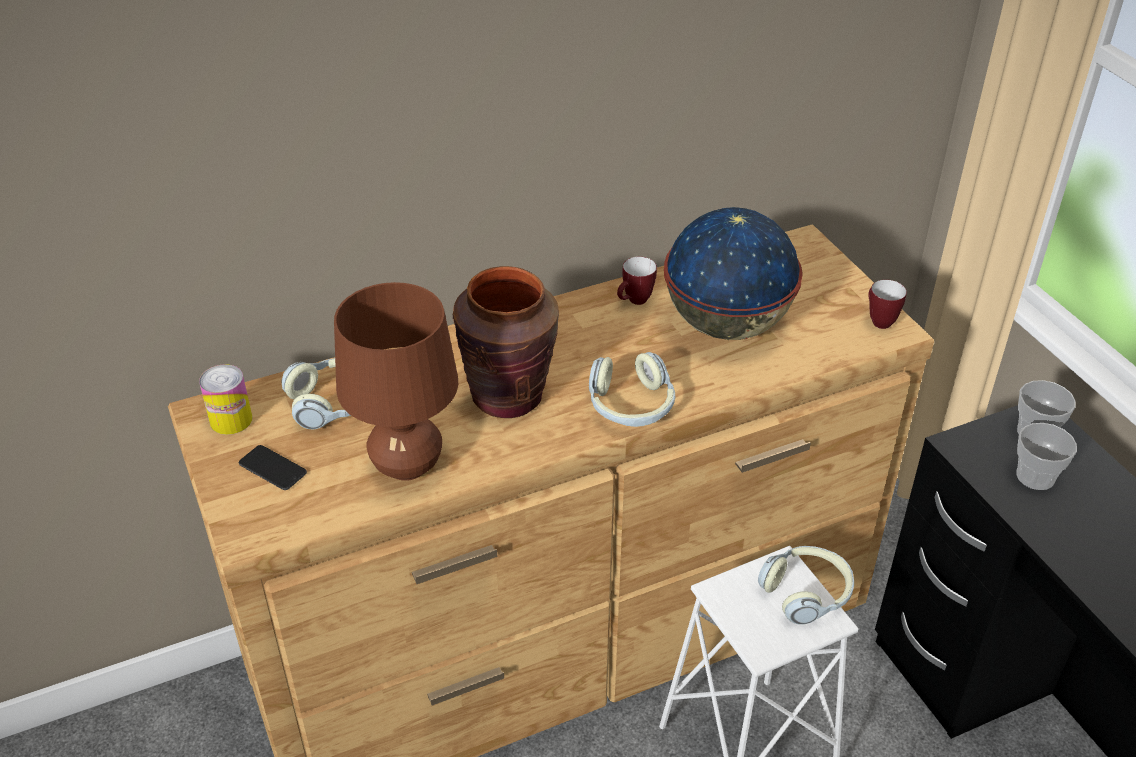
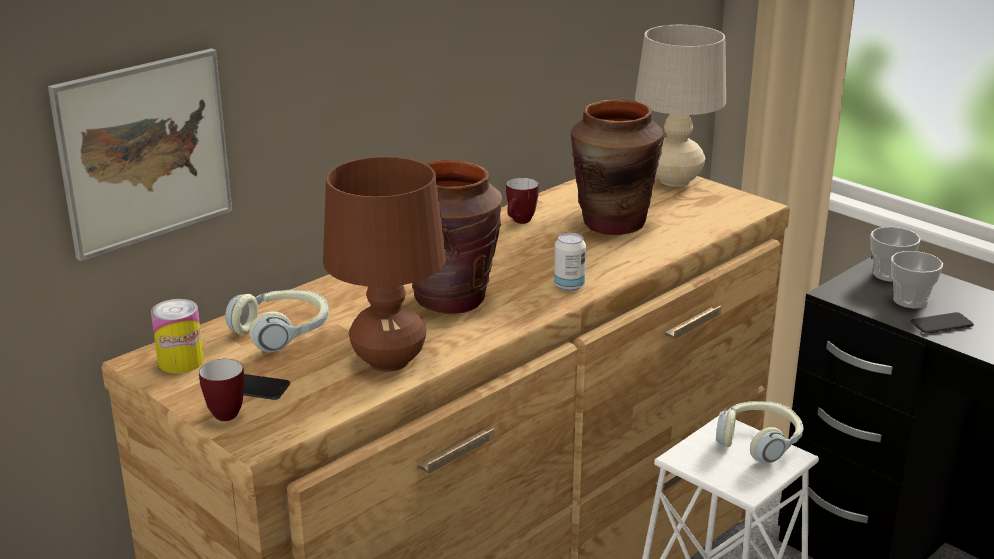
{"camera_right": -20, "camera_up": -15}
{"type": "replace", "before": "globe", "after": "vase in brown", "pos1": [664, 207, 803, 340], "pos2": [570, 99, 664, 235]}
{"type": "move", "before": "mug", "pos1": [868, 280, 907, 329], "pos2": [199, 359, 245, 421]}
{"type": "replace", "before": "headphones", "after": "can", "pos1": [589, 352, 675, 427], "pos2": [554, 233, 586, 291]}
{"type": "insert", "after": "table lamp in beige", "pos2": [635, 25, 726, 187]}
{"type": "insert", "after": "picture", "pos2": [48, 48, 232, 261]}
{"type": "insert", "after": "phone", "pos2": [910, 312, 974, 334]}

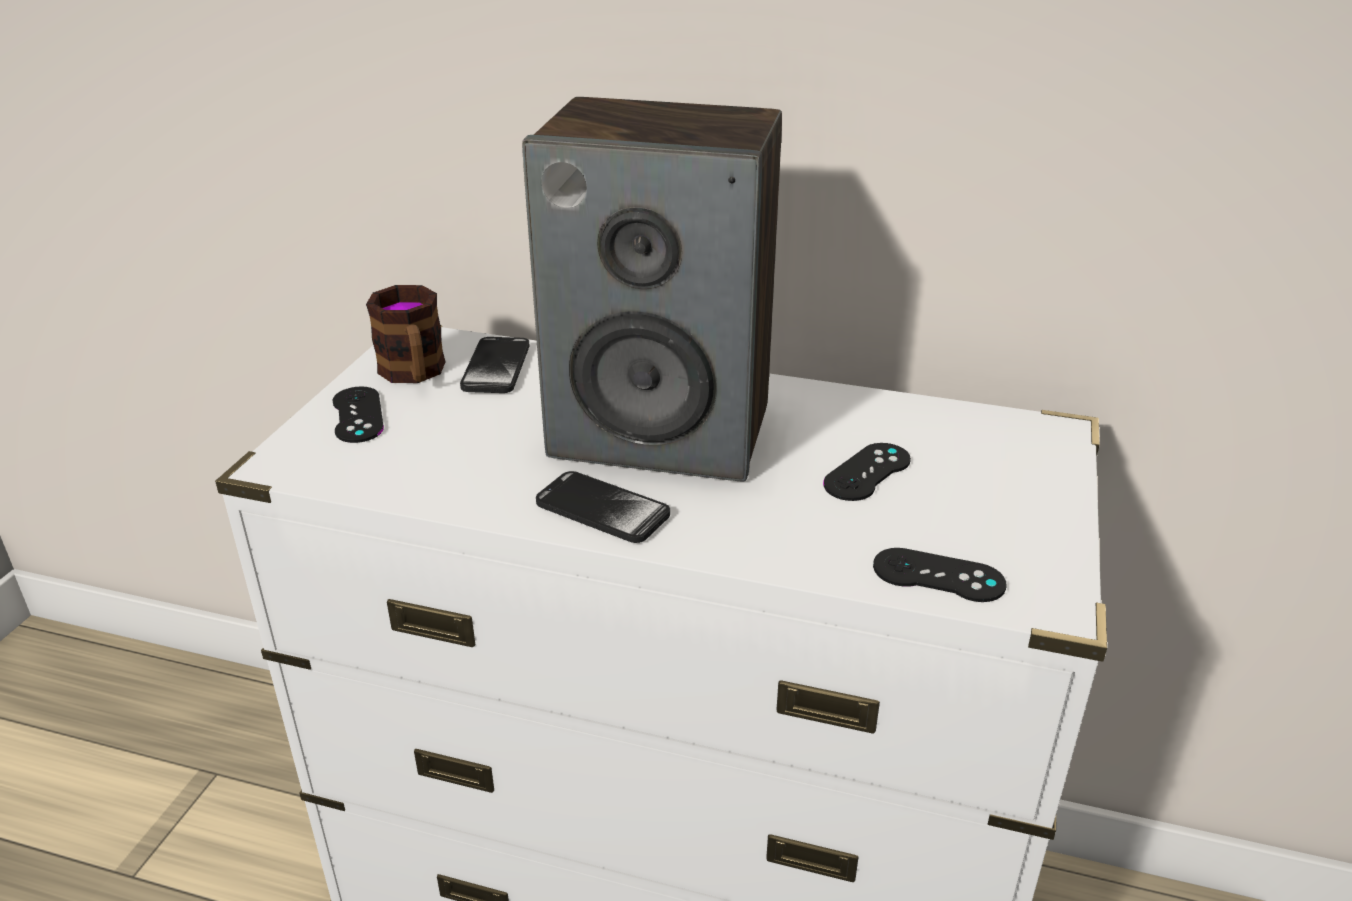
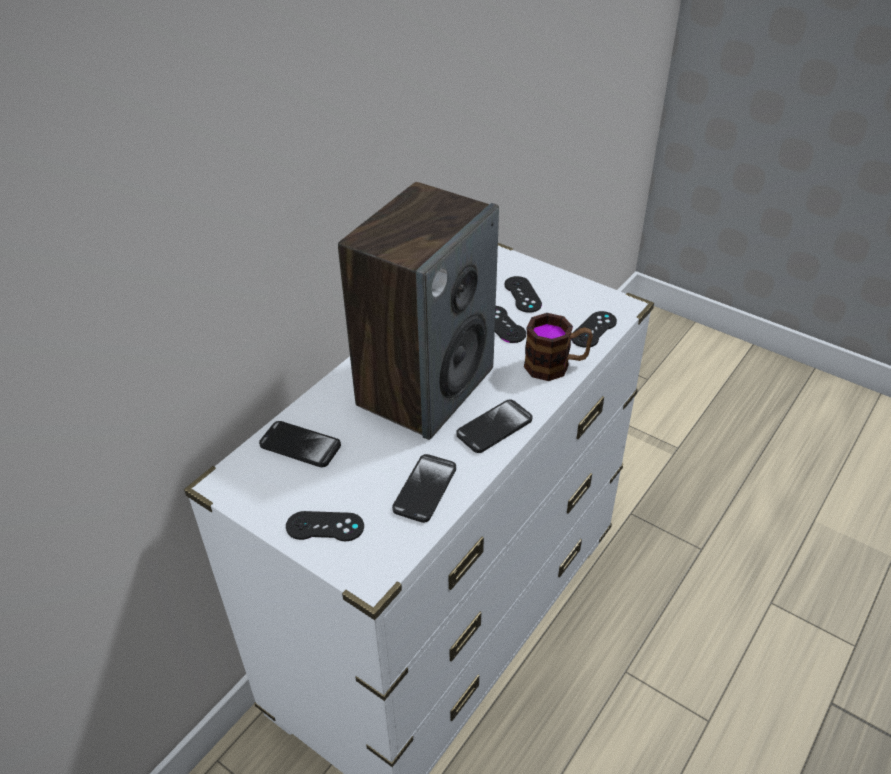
{"camera_right": -70, "camera_up": 10}
{"type": "move", "before": "mug", "pos1": [366, 285, 446, 383], "pos2": [524, 313, 593, 381]}
{"type": "insert", "after": "game controller in black", "pos2": [504, 276, 542, 313]}
{"type": "insert", "after": "phone", "pos2": [392, 454, 456, 523]}

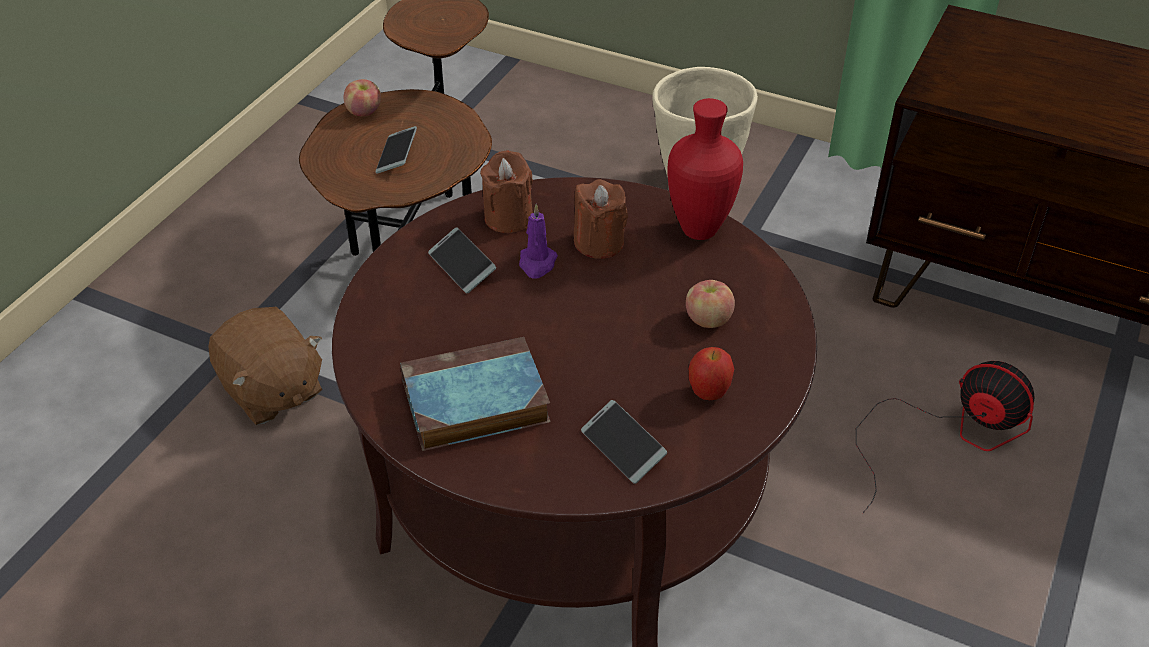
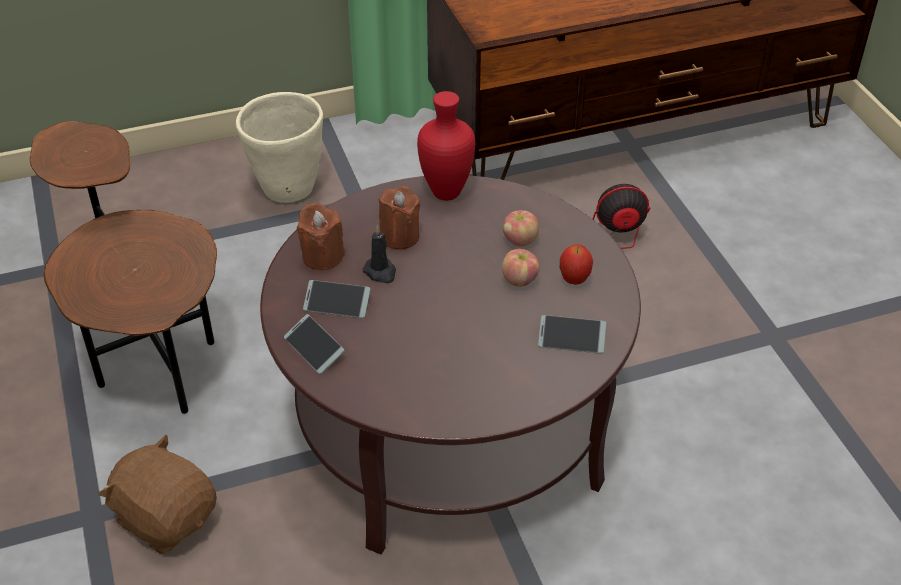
{"camera_right": -45, "camera_up": 0}
{"type": "move", "before": "apple", "pos1": [344, 79, 381, 117], "pos2": [502, 249, 540, 287]}
{"type": "move", "before": "phone", "pos1": [376, 126, 417, 174], "pos2": [284, 314, 345, 374]}
{"type": "recolor", "before": "candle in purple", "after": "candle in black", "pos1": [519, 204, 558, 279], "pos2": [363, 225, 396, 283]}
{"type": "rotate", "before": "plush toy in brown", "pos1": [208, 306, 322, 425], "pos2": [99, 435, 217, 554], "turn": -150}
{"type": "delete", "before": "book", "pos1": [400, 337, 551, 451]}

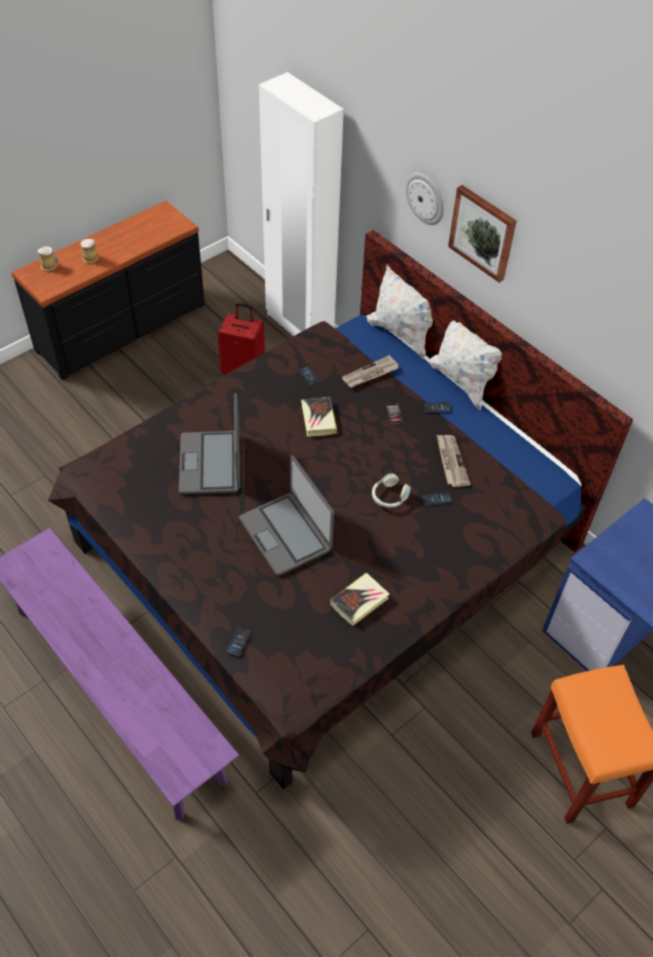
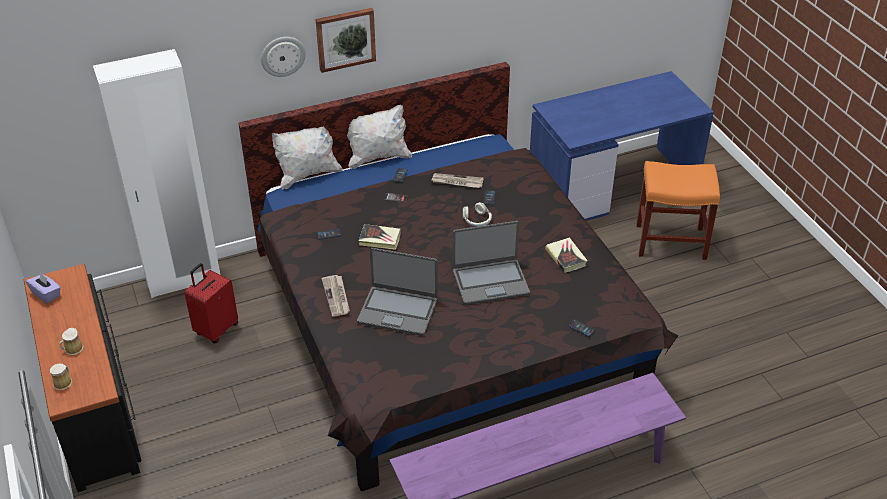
{"camera_right": -70, "camera_up": -10}
{"type": "move", "before": "newspaper", "pos1": [342, 355, 399, 388], "pos2": [321, 275, 350, 317]}
{"type": "insert", "after": "tissue box in purple", "pos2": [26, 273, 61, 304]}

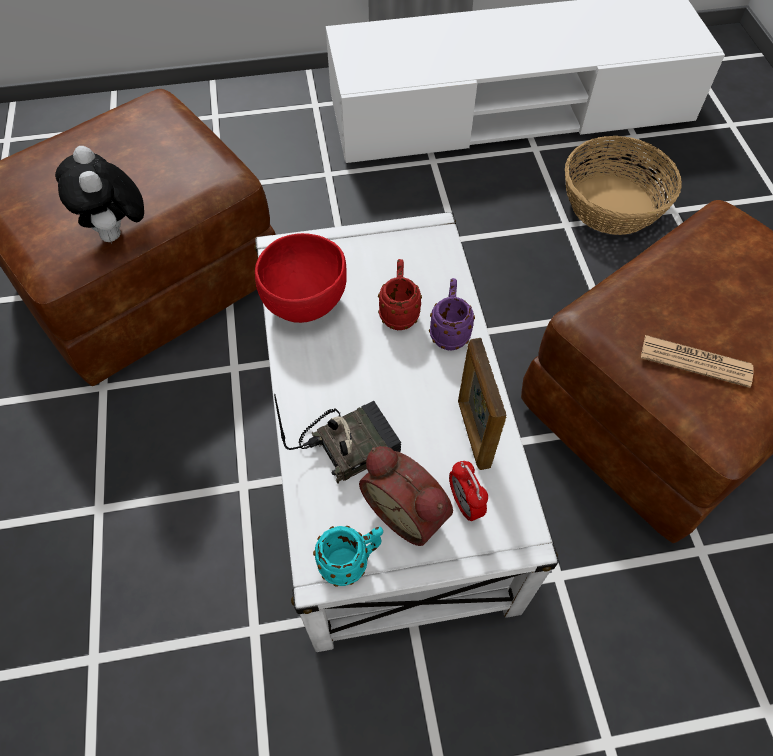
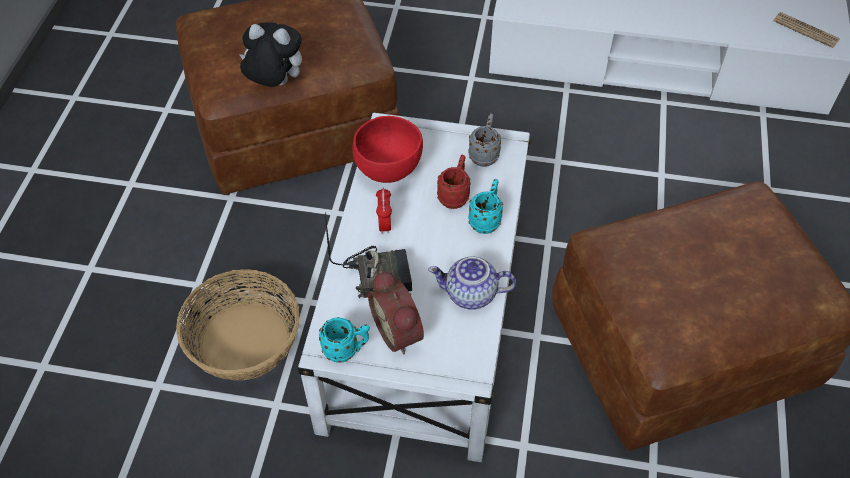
{"camera_right": 20, "camera_up": -5}
{"type": "move", "before": "basket", "pos1": [565, 136, 682, 235], "pos2": [176, 269, 299, 381]}
{"type": "rotate", "before": "plush toy", "pos1": [55, 146, 144, 244], "pos2": [239, 22, 302, 87], "turn": 105}
{"type": "recolor", "before": "mug in purple", "after": "mug in turquoise", "pos1": [429, 278, 475, 350], "pos2": [468, 179, 503, 234]}
{"type": "move", "before": "newspaper", "pos1": [641, 335, 754, 388], "pos2": [773, 12, 840, 48]}
{"type": "replace", "before": "picture frame", "after": "teapot", "pos1": [458, 338, 506, 470], "pos2": [428, 256, 516, 310]}
{"type": "move", "before": "alarm clock", "pos1": [449, 461, 488, 521], "pos2": [376, 187, 392, 234]}
{"type": "insert", "after": "mug in grey", "pos2": [468, 113, 501, 167]}

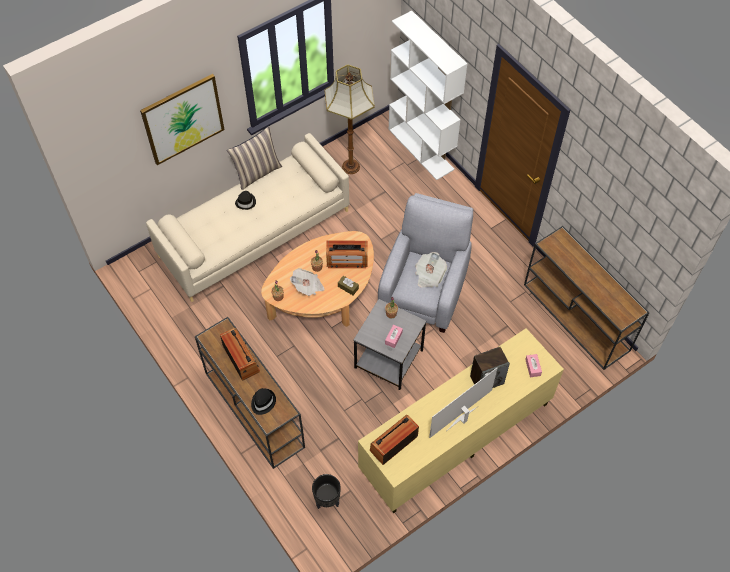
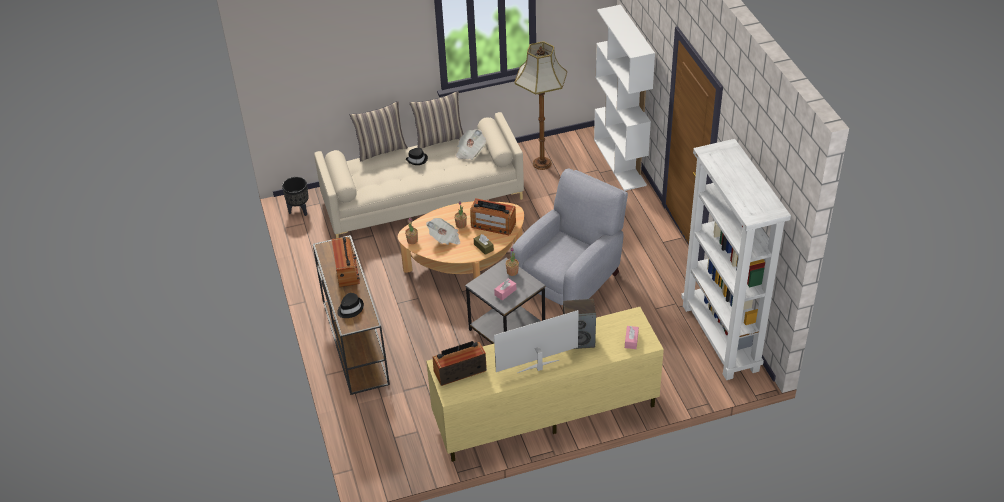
{"camera_right": 20, "camera_up": -15}
{"type": "delete", "before": "picture", "pos1": [140, 74, 224, 165]}
{"type": "replace", "before": "console table in brown", "after": "bookcase in white", "pos1": [524, 226, 649, 370], "pos2": [681, 139, 791, 380]}
{"type": "move", "before": "newspaper", "pos1": [415, 252, 447, 287], "pos2": [456, 129, 486, 160]}
{"type": "move", "before": "planter in black", "pos1": [312, 474, 341, 509], "pos2": [282, 177, 309, 216]}
{"type": "insert", "after": "pillow", "pos2": [350, 101, 408, 161]}

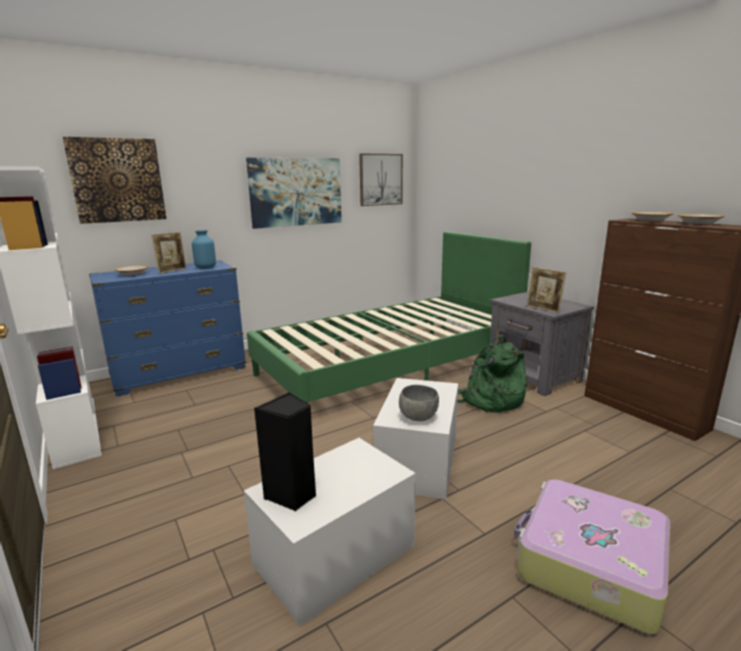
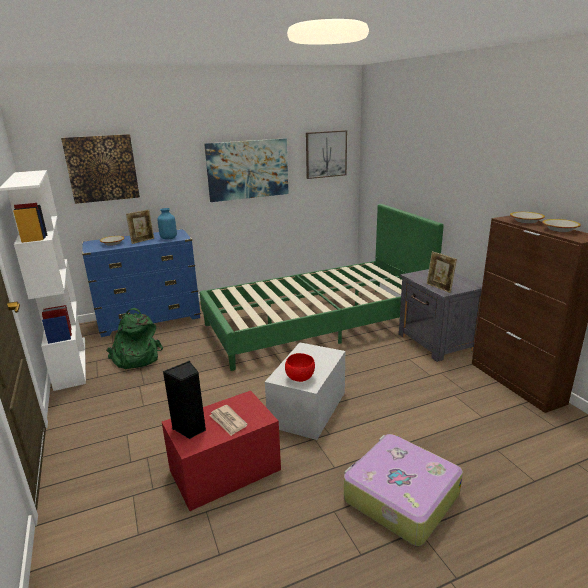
{"camera_right": 10, "camera_up": 5}
{"type": "move", "before": "backpack in green", "pos1": [458, 335, 527, 413], "pos2": [106, 308, 163, 369]}
{"type": "recolor", "before": "bowl in grey", "after": "bowl in red", "pos1": [399, 385, 439, 421], "pos2": [285, 353, 315, 382]}
{"type": "recolor", "before": "storage box in white", "after": "storage box in red", "pos1": [244, 438, 416, 626], "pos2": [162, 391, 281, 511]}
{"type": "insert", "after": "newspaper", "pos2": [209, 405, 248, 436]}

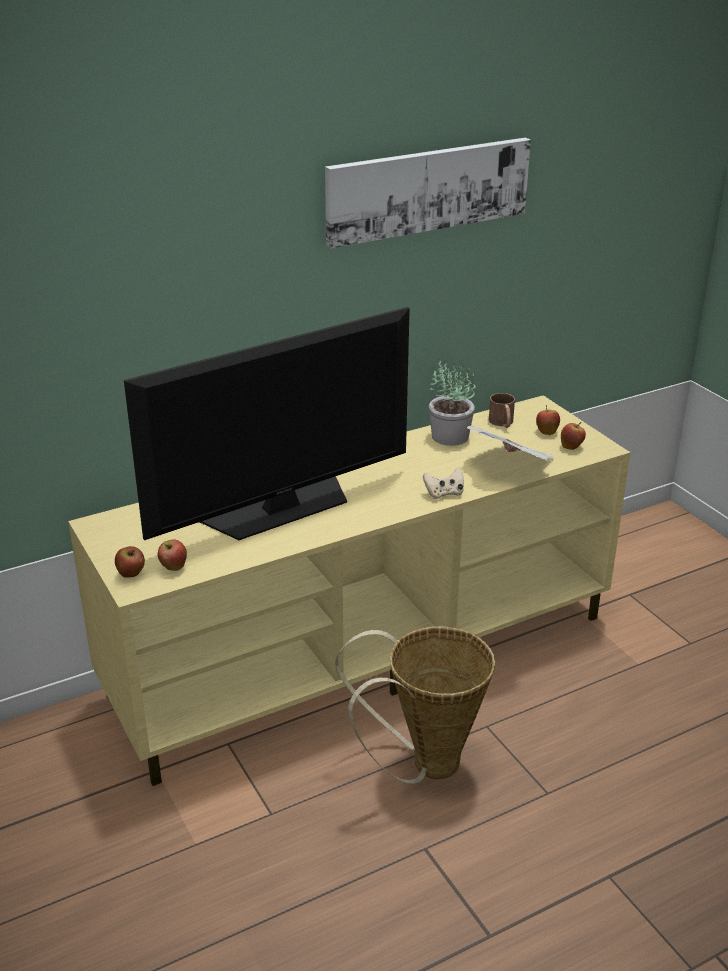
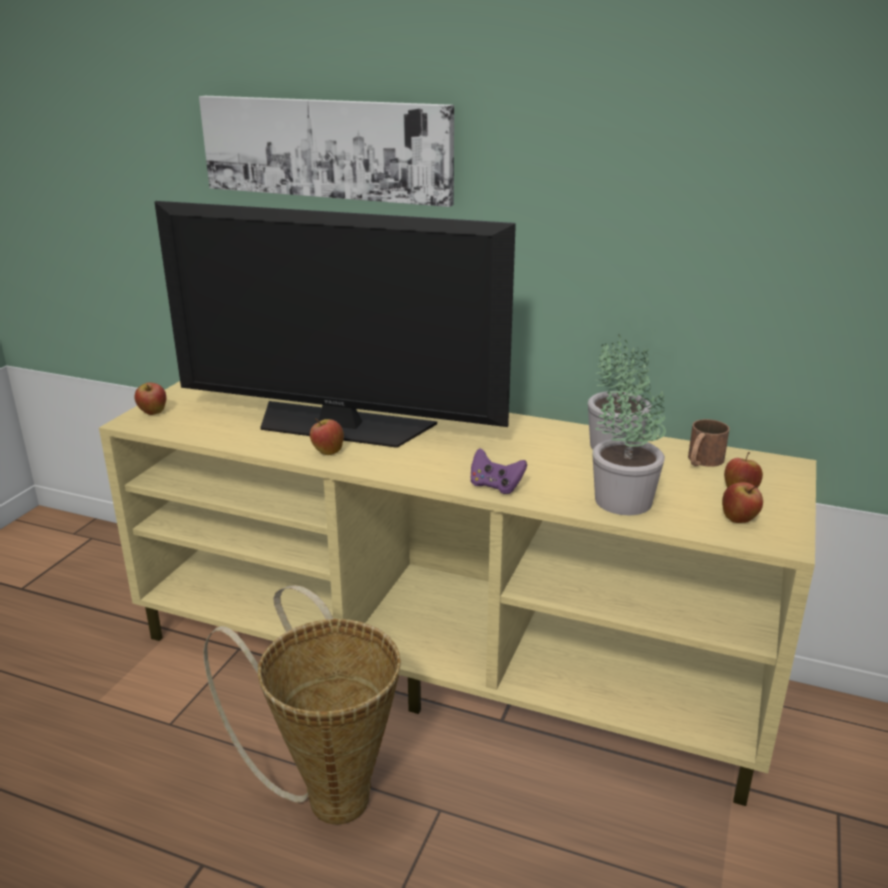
{"camera_right": 50, "camera_up": -5}
{"type": "move", "before": "picture", "pos1": [325, 138, 531, 249], "pos2": [199, 96, 454, 207]}
{"type": "replace", "before": "newspaper", "after": "potted plant", "pos1": [467, 426, 554, 461], "pos2": [592, 381, 666, 515]}
{"type": "recolor", "before": "game controller in beige", "after": "game controller in purple", "pos1": [423, 467, 464, 499], "pos2": [470, 448, 527, 494]}
{"type": "move", "before": "apple", "pos1": [158, 540, 187, 571], "pos2": [310, 419, 344, 455]}

